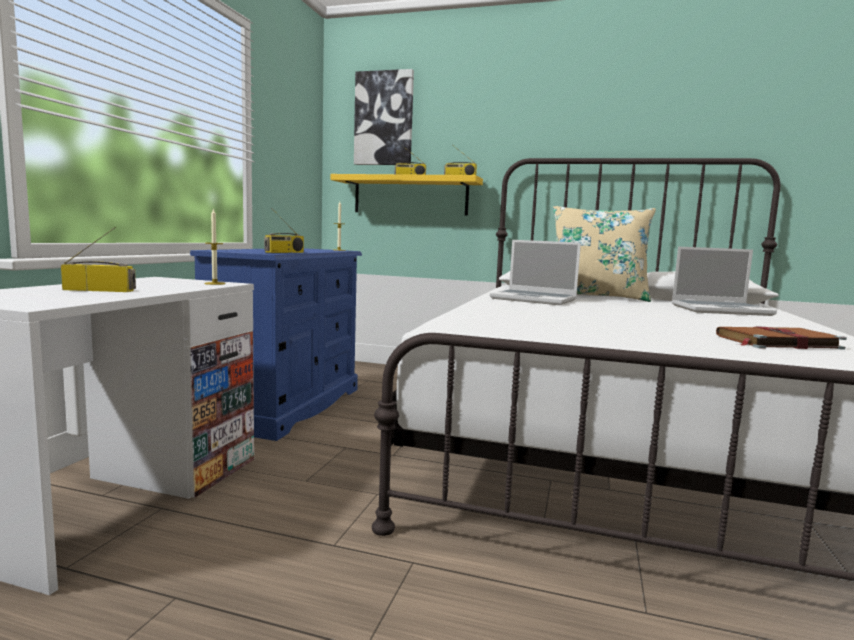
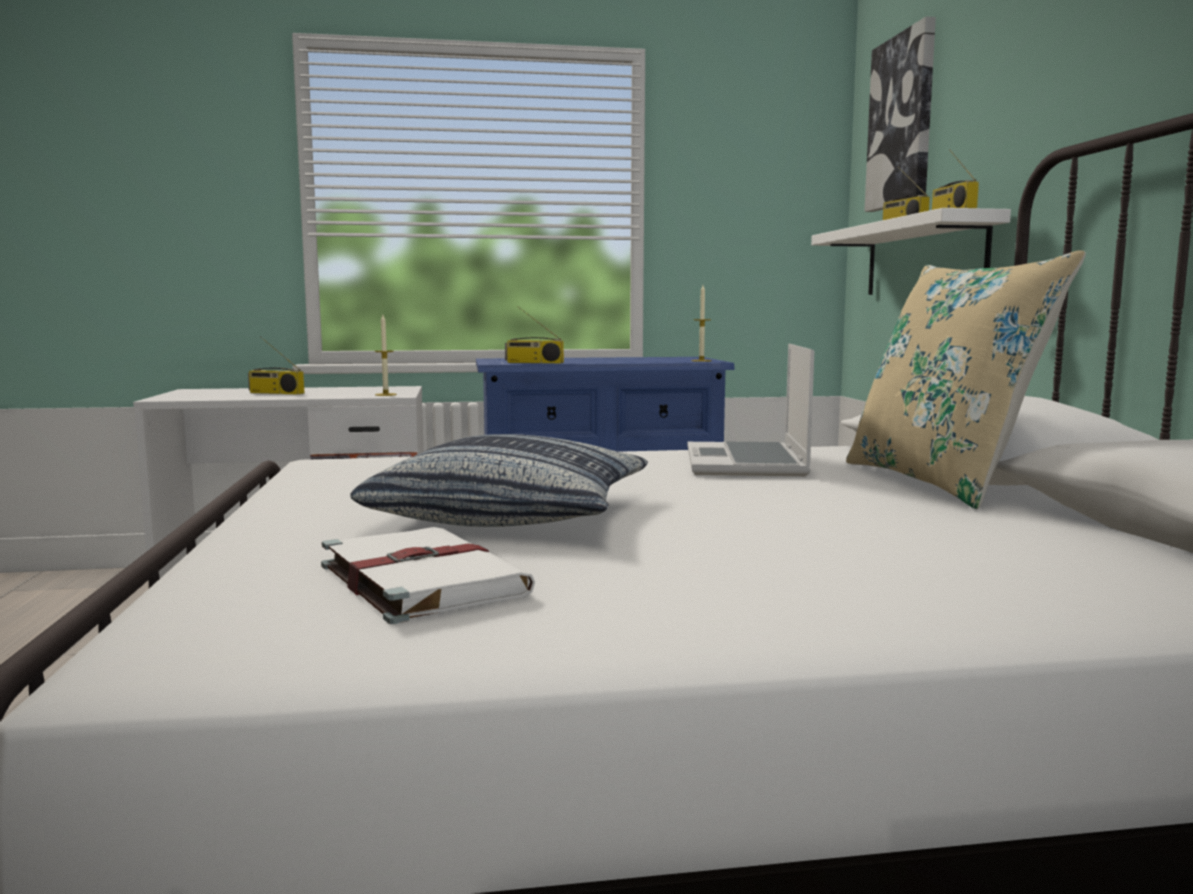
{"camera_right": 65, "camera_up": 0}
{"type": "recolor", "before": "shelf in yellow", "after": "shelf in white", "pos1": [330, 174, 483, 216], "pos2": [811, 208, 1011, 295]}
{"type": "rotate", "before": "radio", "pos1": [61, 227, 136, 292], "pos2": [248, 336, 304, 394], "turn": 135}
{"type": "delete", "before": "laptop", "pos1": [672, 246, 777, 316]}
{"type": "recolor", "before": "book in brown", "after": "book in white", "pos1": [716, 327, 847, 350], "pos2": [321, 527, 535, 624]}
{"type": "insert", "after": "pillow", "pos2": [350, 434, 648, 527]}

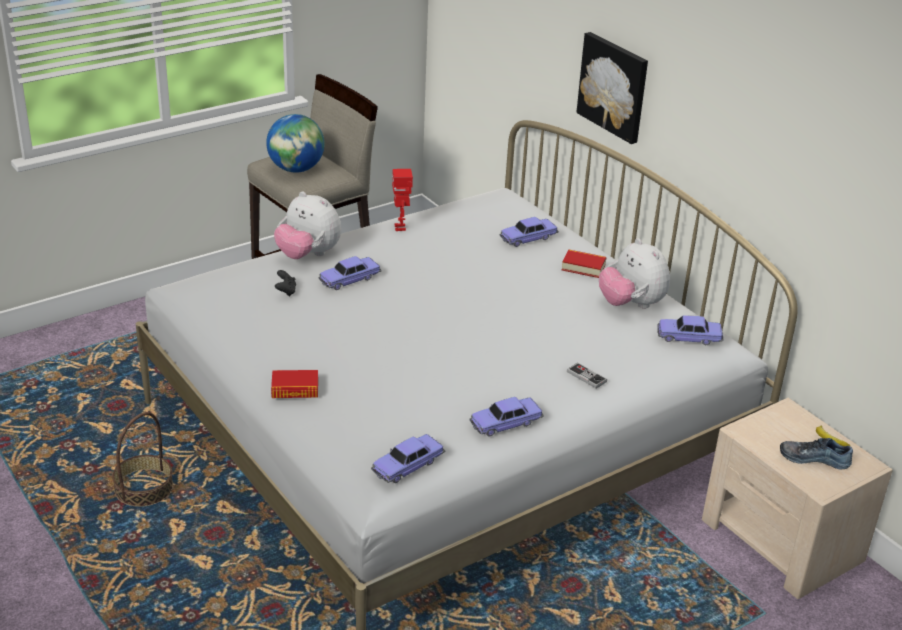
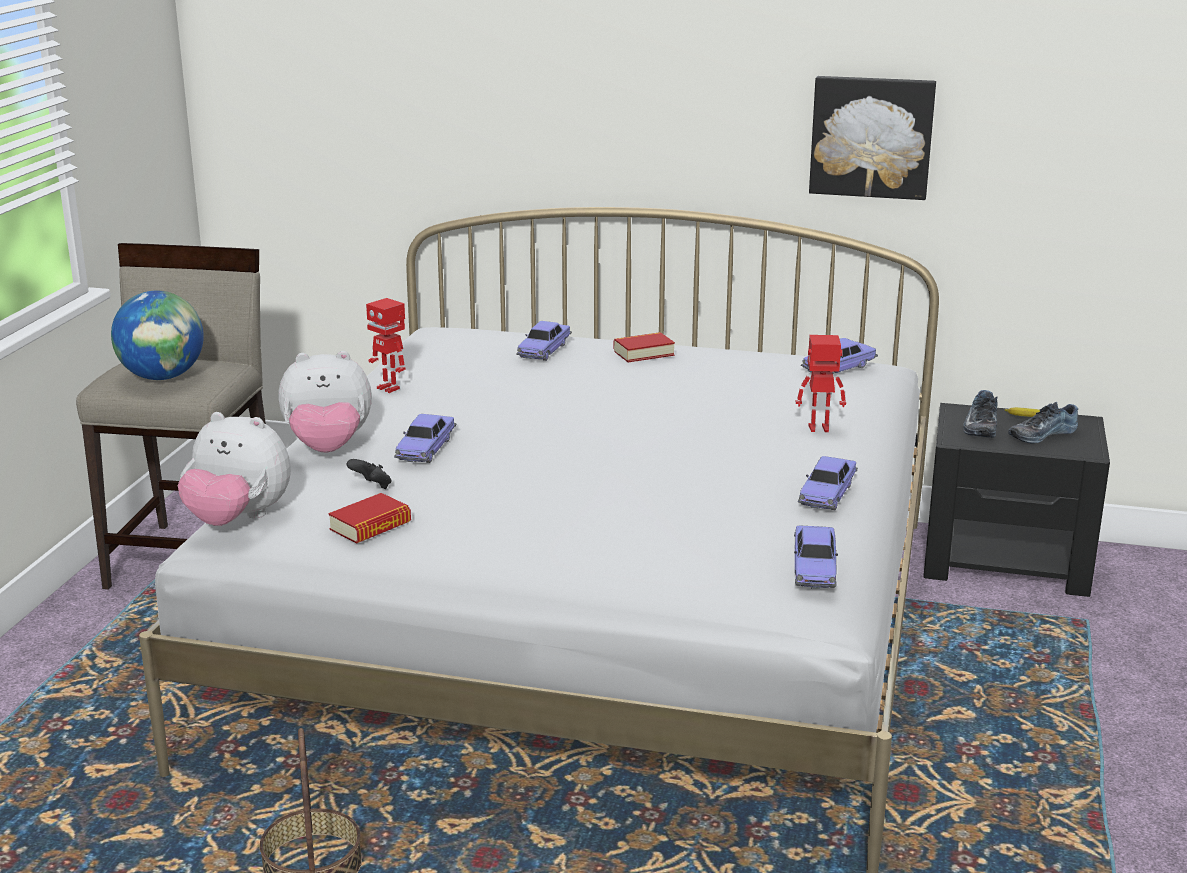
{"camera_right": -40, "camera_up": -10}
{"type": "move", "before": "picture", "pos1": [576, 32, 648, 144], "pos2": [809, 76, 936, 200]}
{"type": "move", "before": "plush toy", "pos1": [599, 238, 670, 309], "pos2": [178, 412, 291, 526]}
{"type": "replace", "before": "game controller", "after": "toy robot", "pos1": [567, 363, 607, 389], "pos2": [795, 335, 846, 432]}
{"type": "move", "before": "book", "pos1": [271, 370, 318, 398], "pos2": [328, 493, 411, 544]}
{"type": "recolor", "before": "nightstand in beige", "after": "nightstand in black", "pos1": [702, 398, 893, 599], "pos2": [923, 403, 1110, 597]}
{"type": "insert", "after": "shoe", "pos2": [963, 390, 998, 438]}

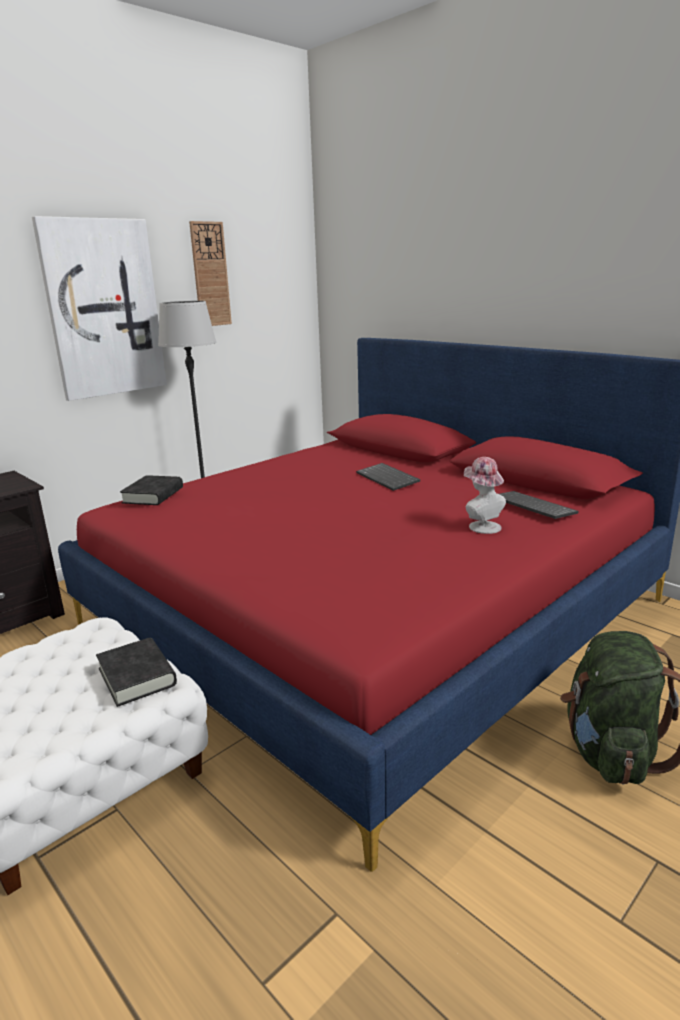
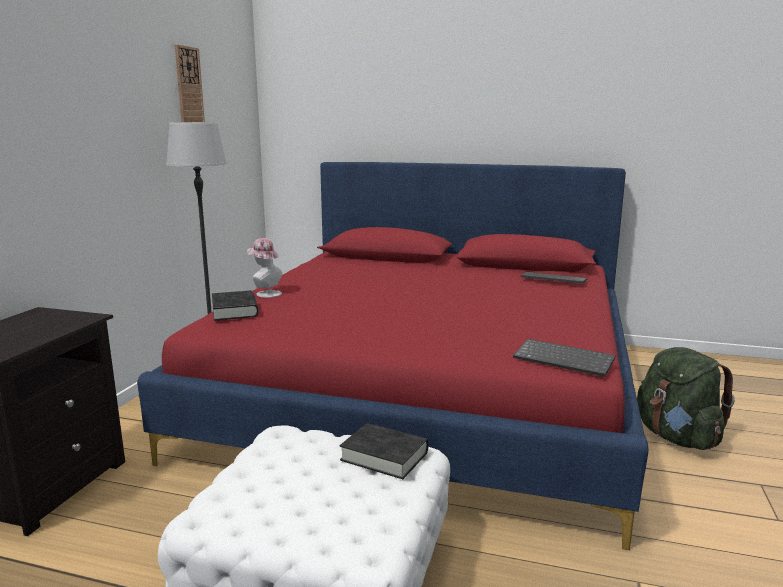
{"camera_right": -30, "camera_up": -5}
{"type": "delete", "before": "picture", "pos1": [32, 216, 167, 401]}
{"type": "move", "before": "hat", "pos1": [464, 457, 506, 534], "pos2": [247, 238, 282, 298]}
{"type": "move", "before": "keyboard", "pos1": [356, 463, 420, 491], "pos2": [513, 339, 616, 377]}

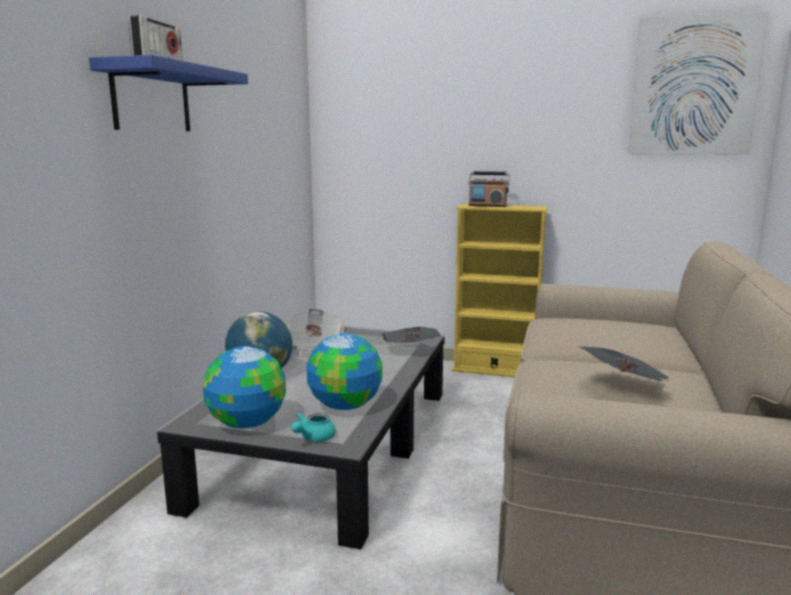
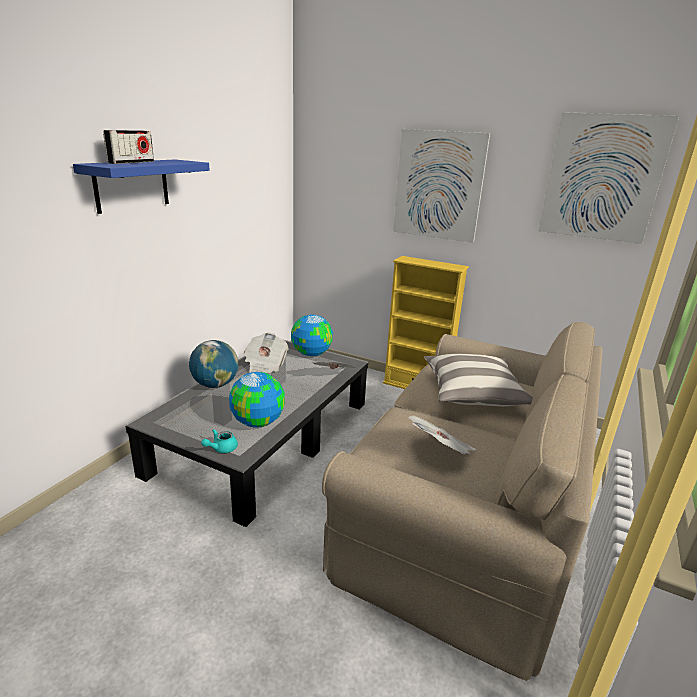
{"camera_right": 10, "camera_up": 10}
{"type": "delete", "before": "radio", "pos1": [468, 171, 510, 207]}
{"type": "move", "before": "globe", "pos1": [202, 346, 286, 428], "pos2": [291, 314, 333, 356]}
{"type": "insert", "after": "picture", "pos2": [393, 129, 490, 243]}
{"type": "insert", "after": "pillow", "pos2": [424, 354, 533, 406]}

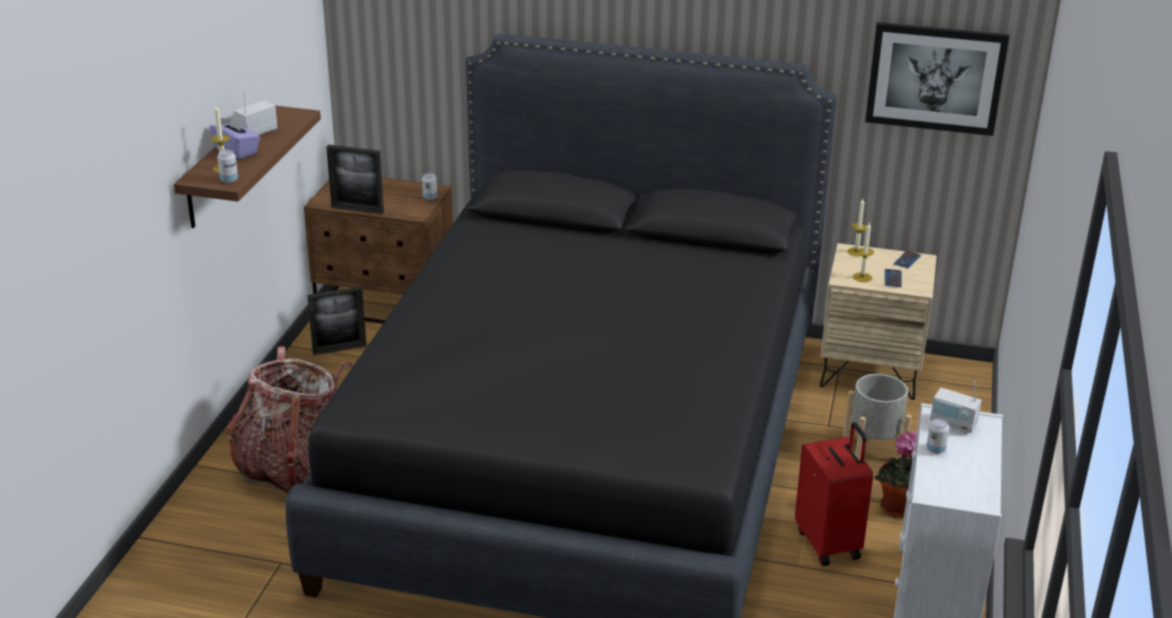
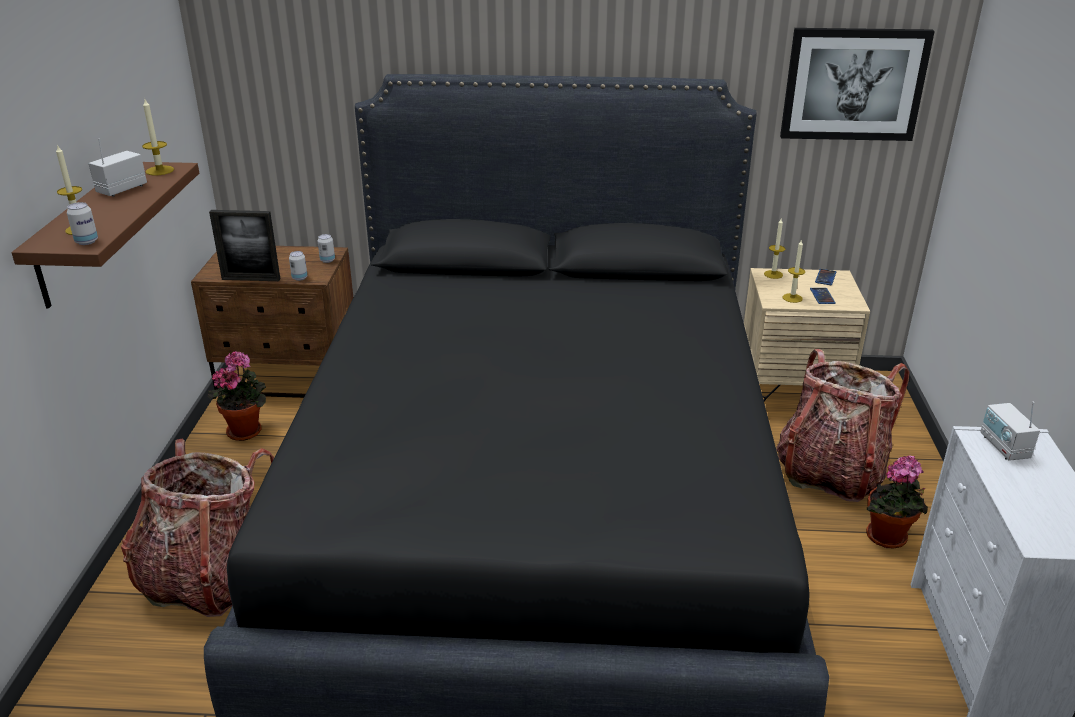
{"camera_right": -10, "camera_up": 0}
{"type": "delete", "before": "tissue box in purple", "pos1": [209, 114, 260, 159]}
{"type": "replace", "before": "picture frame", "after": "potted plant", "pos1": [307, 287, 367, 355], "pos2": [208, 351, 266, 441]}
{"type": "replace", "before": "planter in grey", "after": "backpack", "pos1": [843, 374, 912, 461], "pos2": [776, 349, 910, 502]}
{"type": "rotate", "before": "radio", "pos1": [930, 381, 982, 433], "pos2": [980, 402, 1040, 461], "turn": 60}
{"type": "move", "before": "can", "pos1": [926, 418, 949, 454], "pos2": [289, 251, 308, 281]}
{"type": "delete", "before": "suitcase in red", "pos1": [795, 422, 873, 566]}
{"type": "insert", "after": "candle", "pos2": [142, 99, 174, 176]}

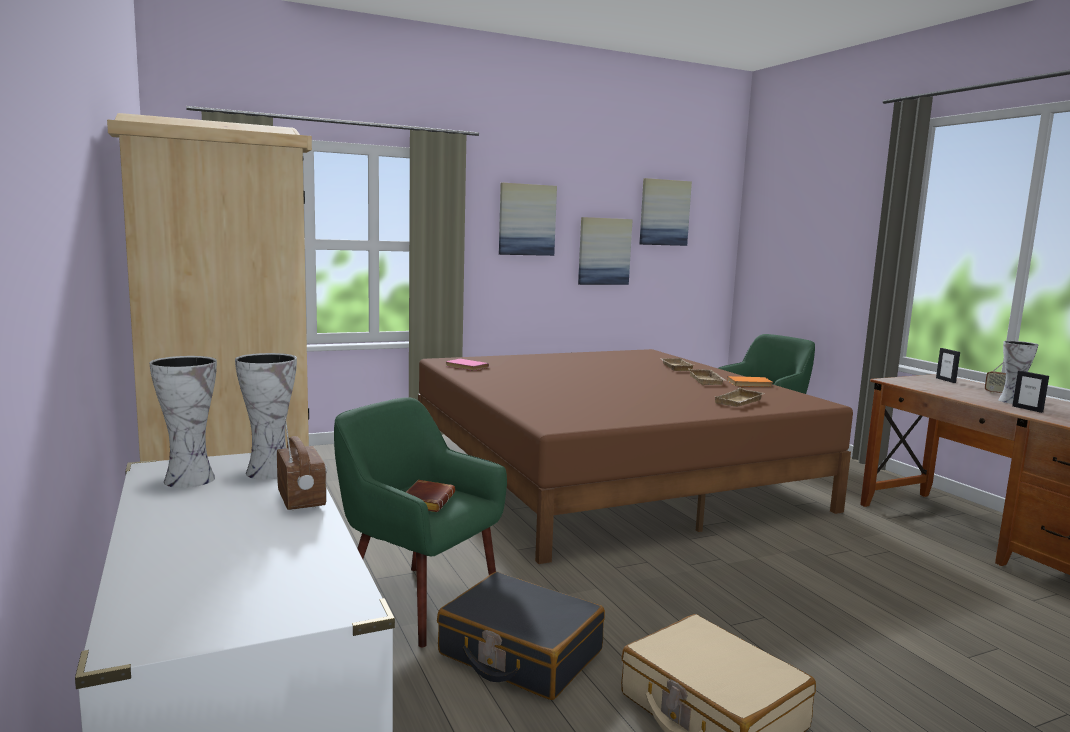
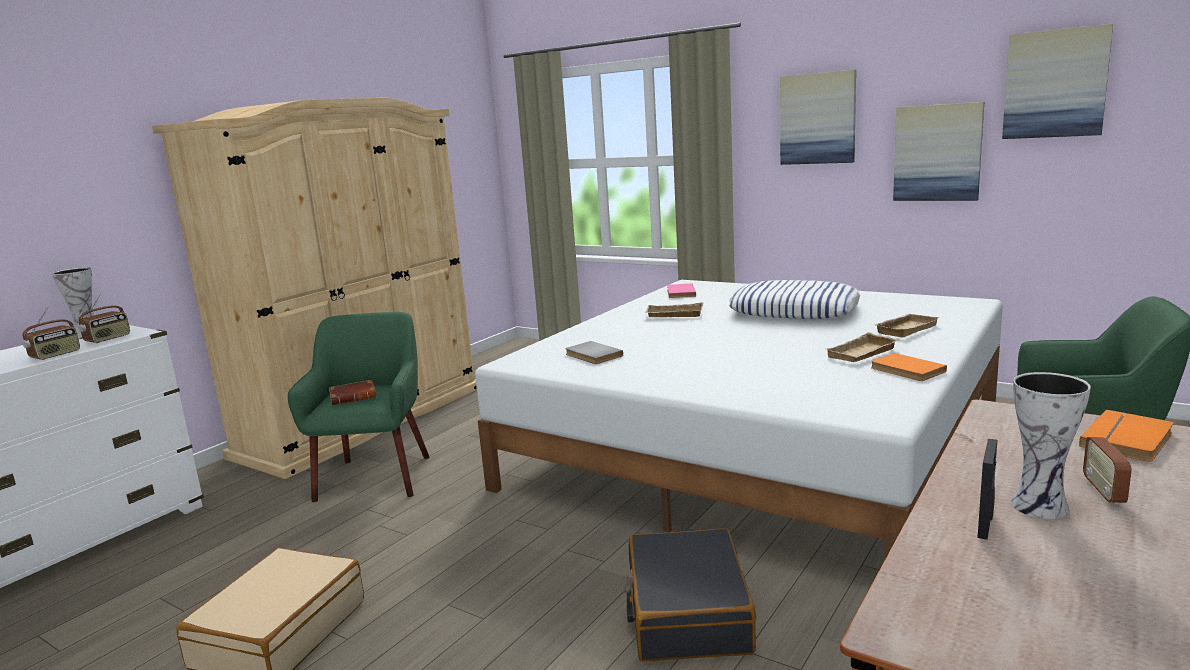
{"camera_right": 60, "camera_up": 5}
{"type": "replace", "before": "picture frame", "after": "book in orange", "pos1": [936, 348, 960, 383], "pos2": [1079, 410, 1173, 462]}
{"type": "recolor", "before": "bed in brown", "after": "bed in white", "pos1": [418, 349, 853, 564], "pos2": [475, 280, 1003, 557]}
{"type": "replace", "before": "vase", "after": "radio", "pos1": [235, 353, 297, 480], "pos2": [79, 293, 130, 343]}
{"type": "move", "before": "tray in beige", "pos1": [713, 388, 765, 407], "pos2": [645, 302, 703, 317]}
{"type": "move", "before": "suitcase in black", "pos1": [437, 572, 605, 700], "pos2": [624, 528, 756, 661]}
{"type": "insert", "after": "pillow", "pos2": [729, 280, 860, 319]}
{"type": "insert", "after": "book in grey", "pos2": [565, 341, 623, 364]}

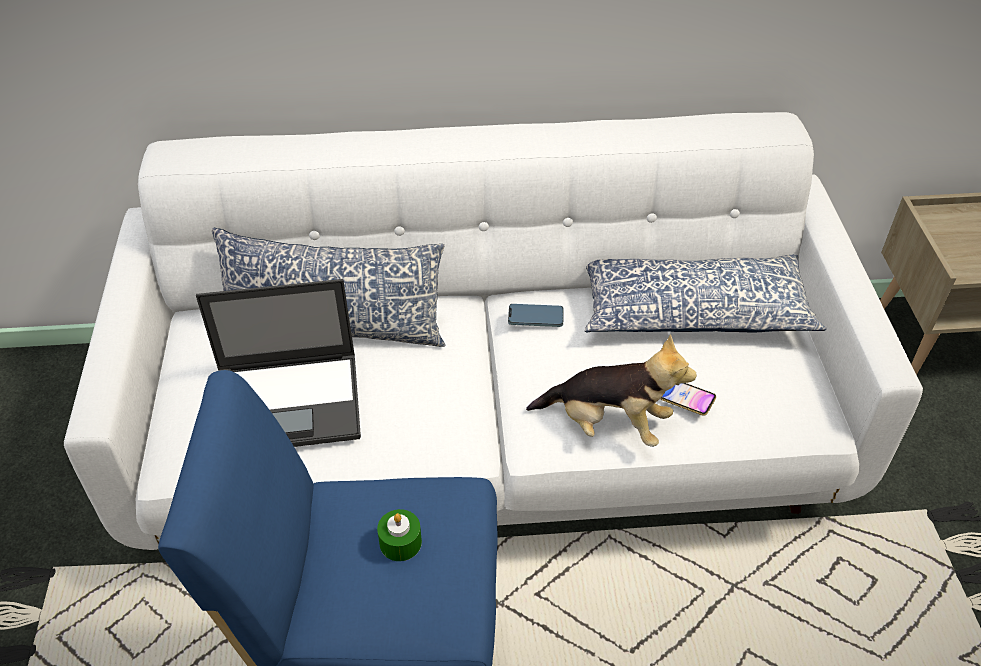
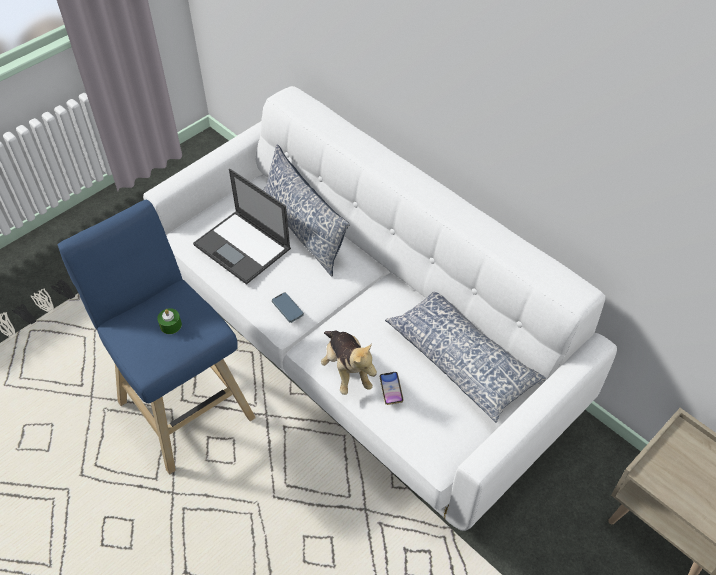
{"camera_right": 50, "camera_up": 5}
{"type": "move", "before": "phone", "pos1": [508, 304, 564, 327], "pos2": [272, 292, 304, 323]}

